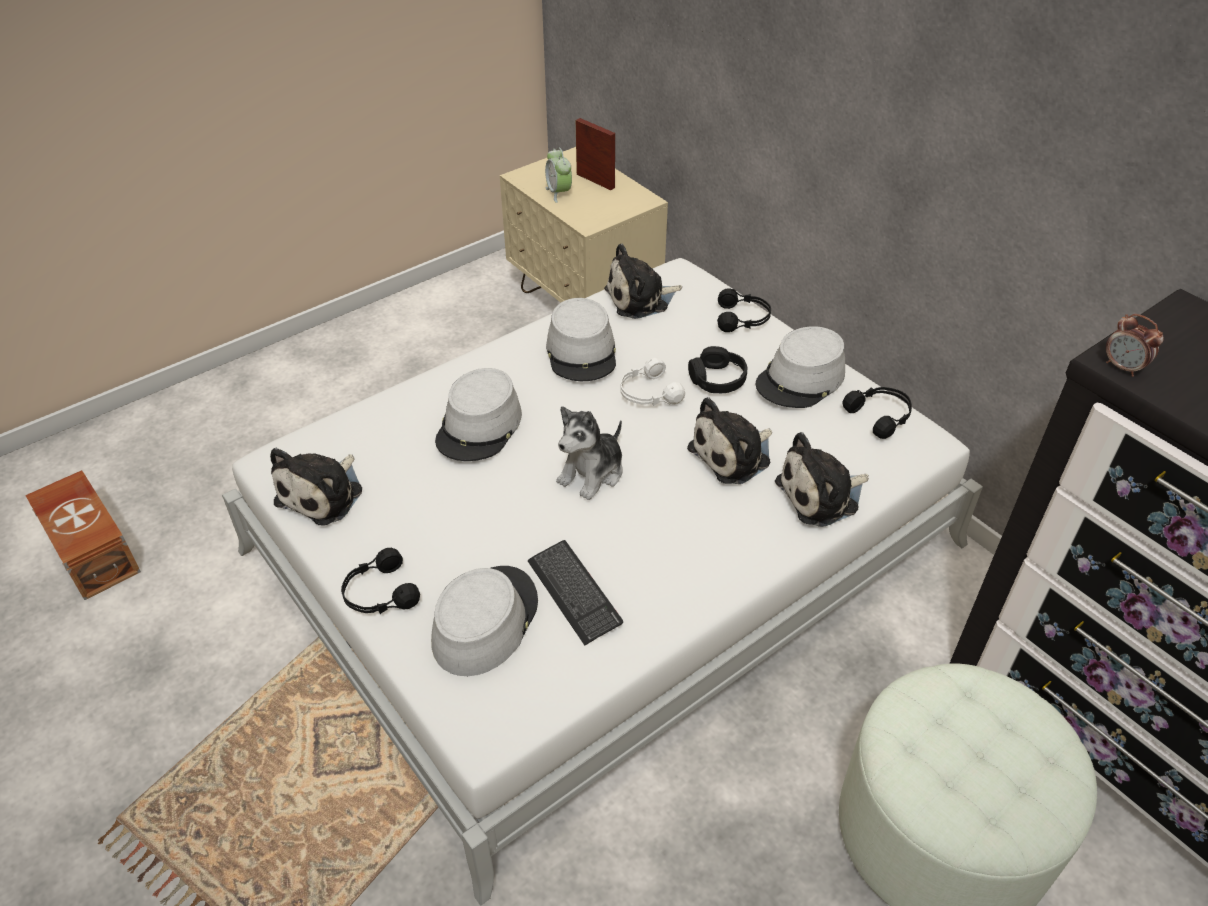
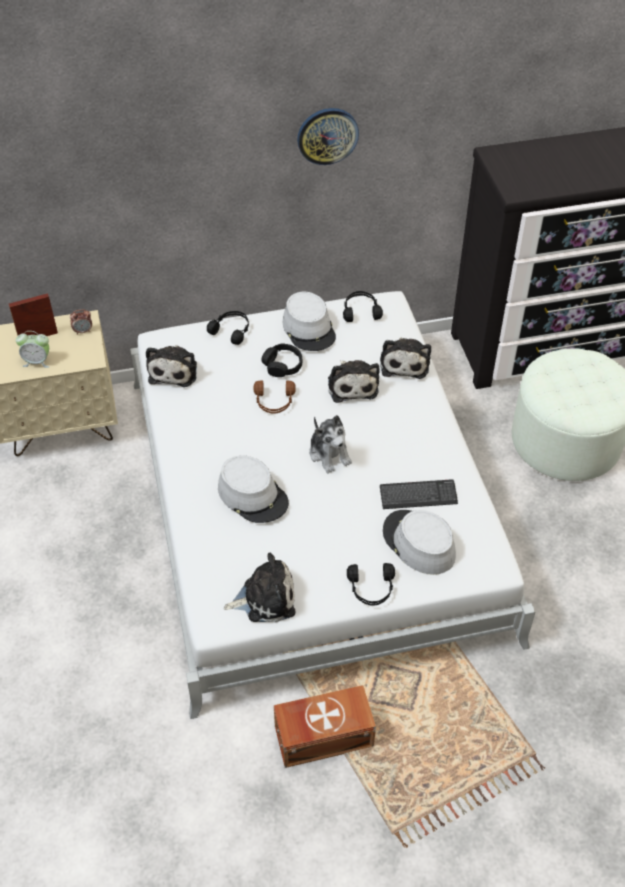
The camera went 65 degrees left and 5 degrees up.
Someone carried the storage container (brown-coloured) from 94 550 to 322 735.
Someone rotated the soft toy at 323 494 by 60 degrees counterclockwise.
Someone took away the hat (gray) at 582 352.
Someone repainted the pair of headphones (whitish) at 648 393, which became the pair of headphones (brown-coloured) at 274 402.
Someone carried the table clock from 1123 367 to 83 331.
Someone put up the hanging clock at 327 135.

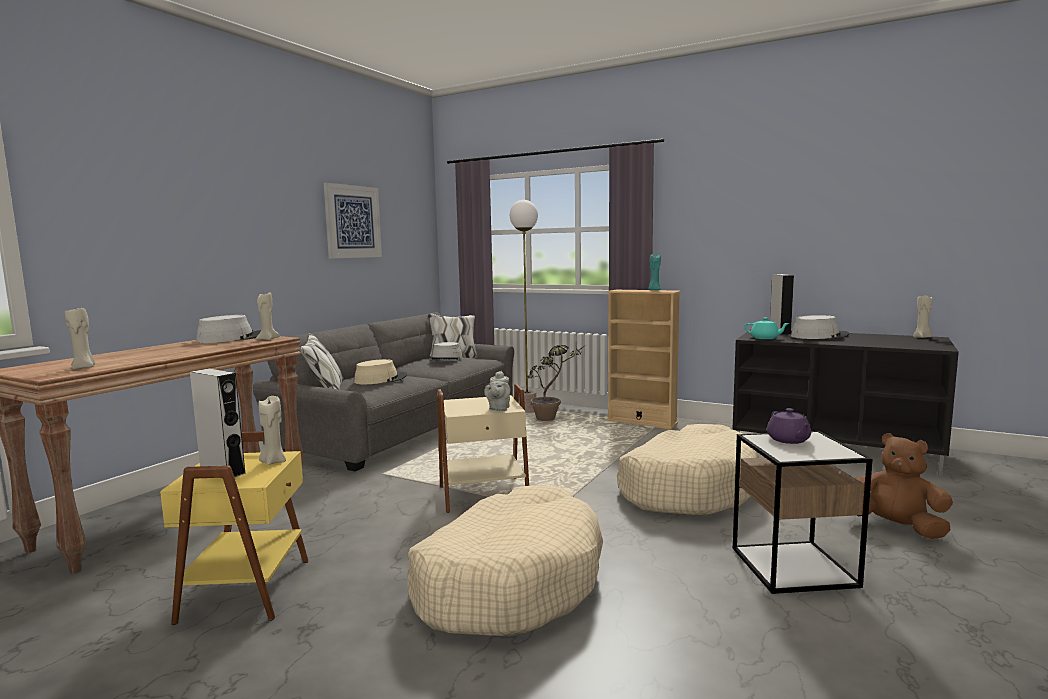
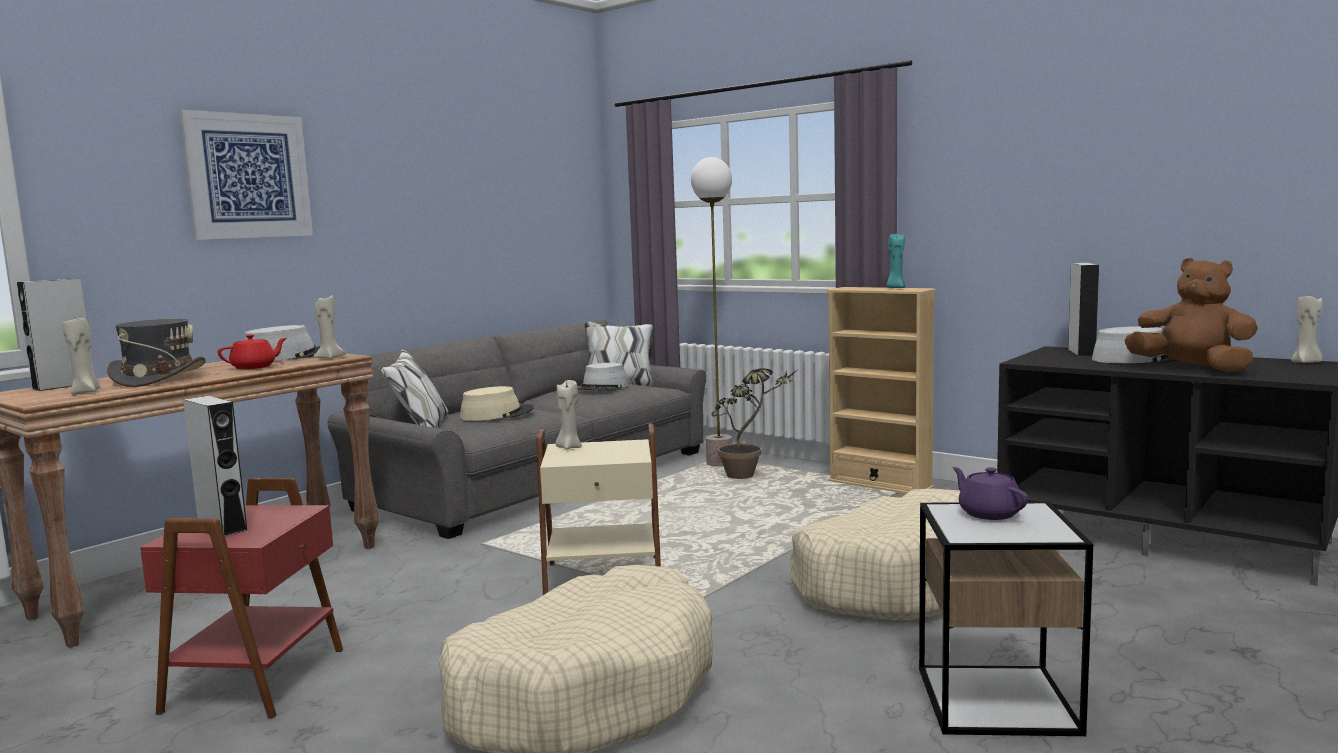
The camera went 10 degrees right and 0 degrees up.
Someone repainted the end table (yellow-coloured) at 249 589, which became the end table (red-coloured) at 259 679.
Someone carried the wax light (sand-coloured) from 273 462 to 569 447.
Someone carried the wall art from 353 221 to 248 176.
Someone took away the pot for tea (gray) at 498 409.
Someone took away the pot for tea (blue-green) at 765 338.
Someone rotated the pot for tea (purple-coloured) at 788 440 by 150 degrees clockwise.
Someone carried the soft toy (brown-coloured) from 895 527 to 1192 369.
Someone put down the loudspeaker (gray) at 64 386.
Someone put down the hat (gray) at 159 378.
Someone put down the pot for tea (red-coloured) at 254 367.

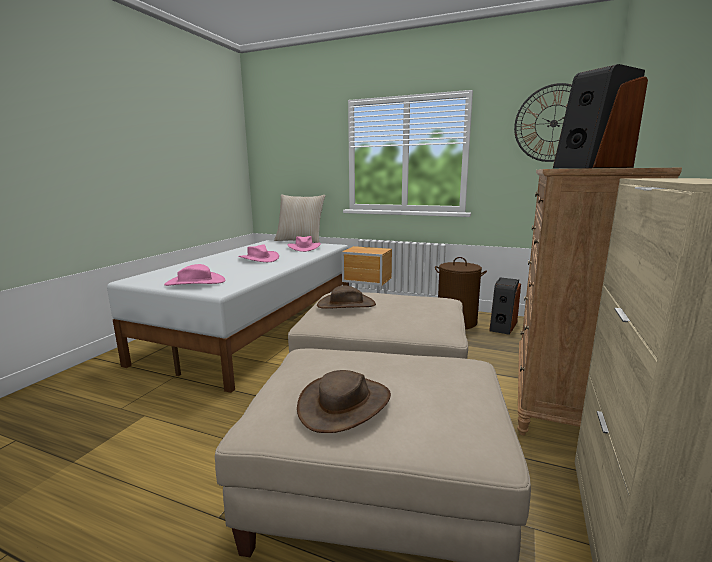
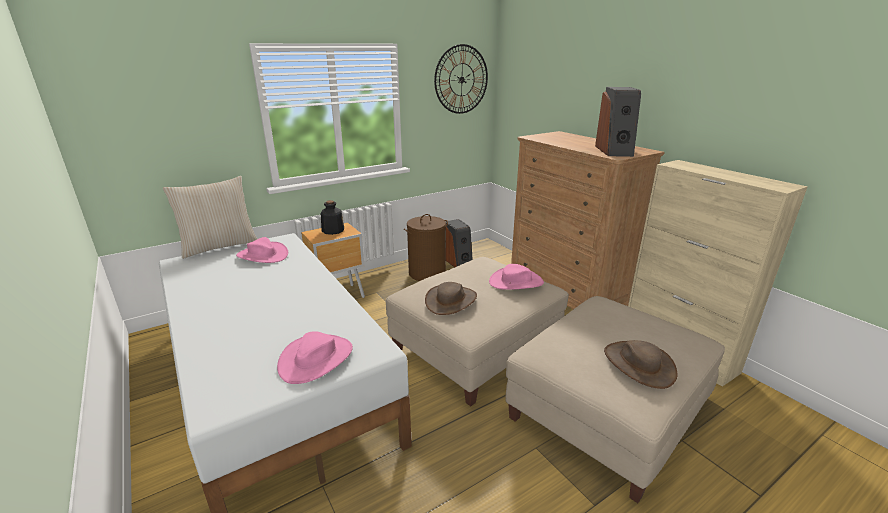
The camera went 55 degrees left and 10 degrees up.
Someone carried the hat (pink-coloured) from 258 258 to 516 282.
Someone put down the drink bottle at 332 230.

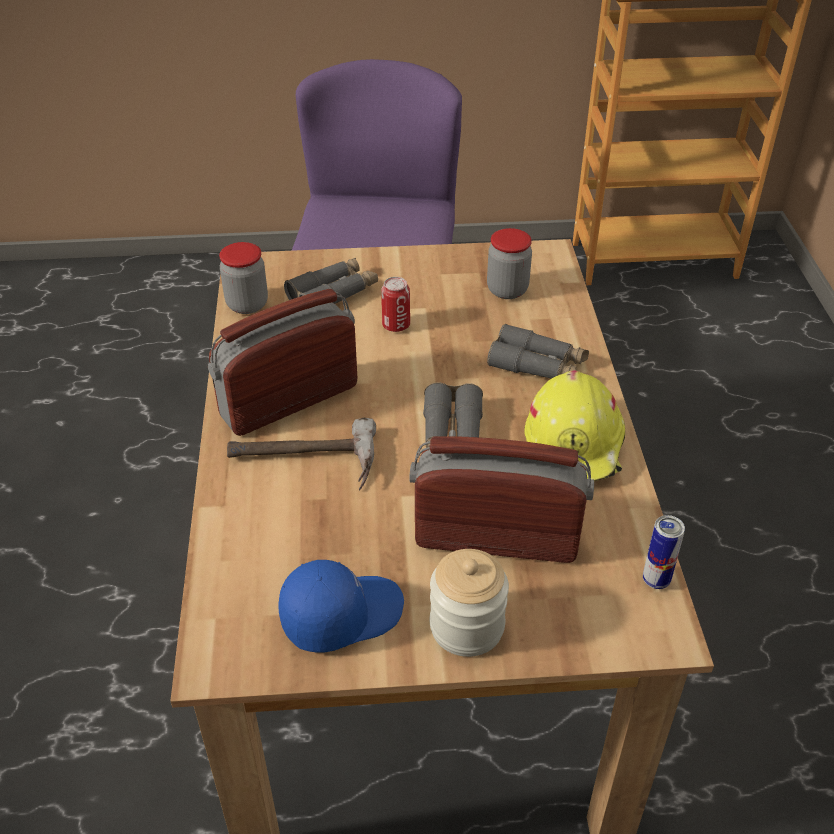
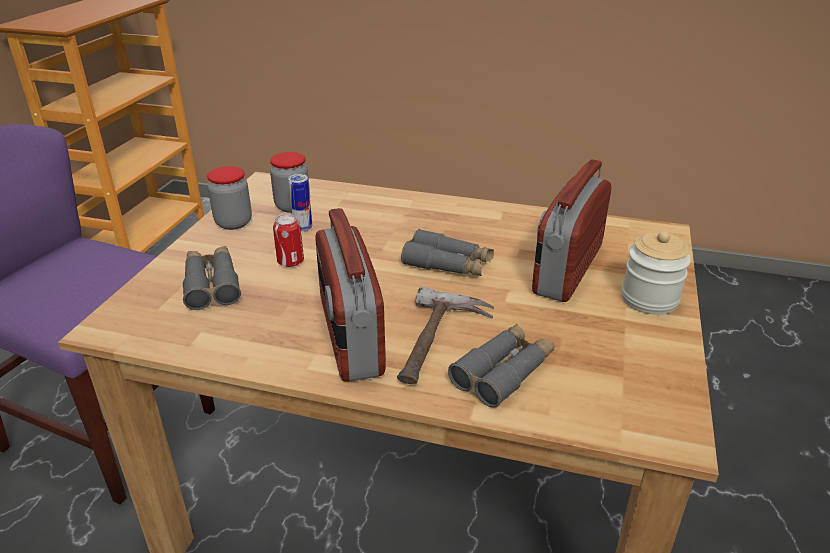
The camera went 70 degrees left and 10 degrees down.
Someone carried the storage jar from 247 304 to 233 223.
Someone took away the cap (blue-coloured) at 341 614.
Someone carried the pair of binoculars (gray) from 537 365 to 503 372.
Someone took away the hard hat (yellow-coloured) at 575 445.
Someone carried the can from 656 580 to 303 228.

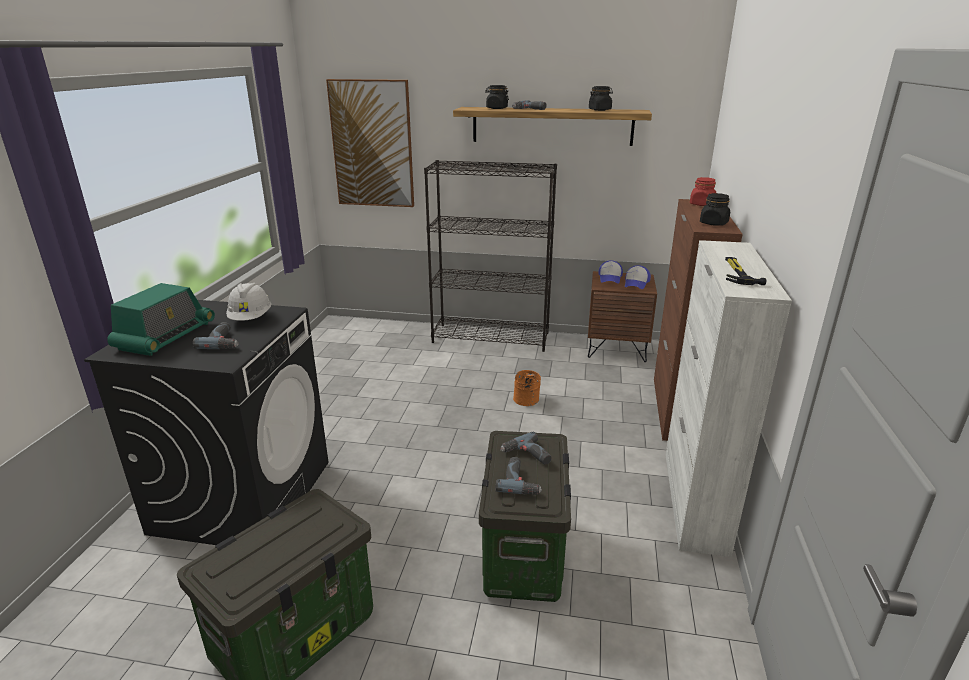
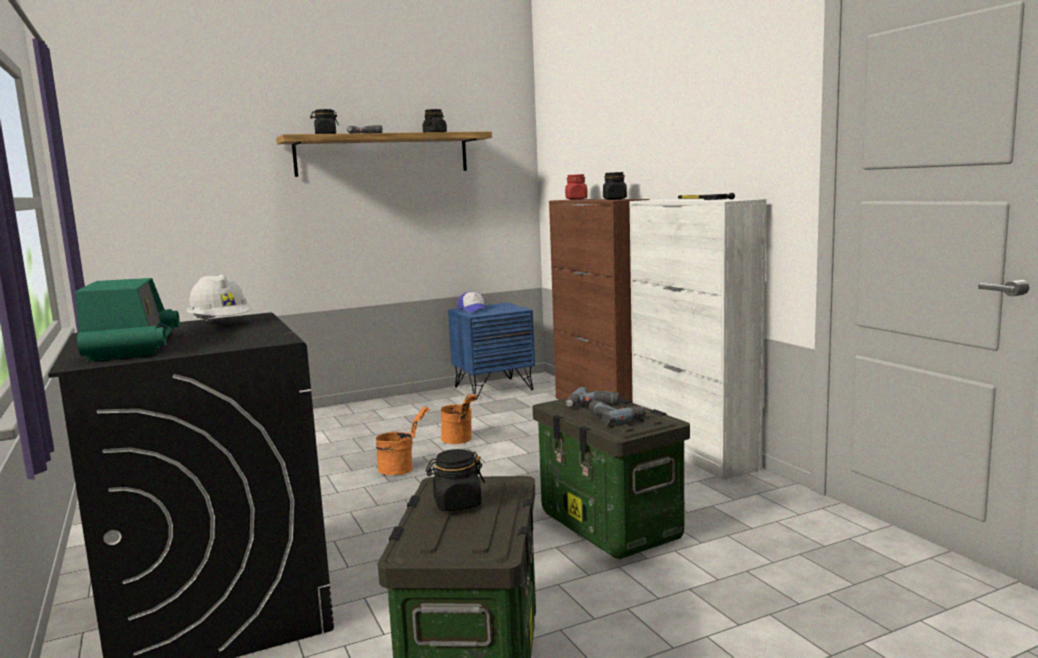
The camera went 35 degrees left and 15 degrees down.
Someone took away the power drill at 225 341.
Someone took away the wall art at 372 144.
Someone took away the bookcase (blackish) at 491 337.
Someone repainted the night table (brown-coloured) at 616 349, which became the night table (blue-coloured) at 493 388.
Someone took away the cap at 636 283.
Someone put down the bucket (orange-coloured) at 402 468.
Someone put down the storage jar (blackish) at 457 504.

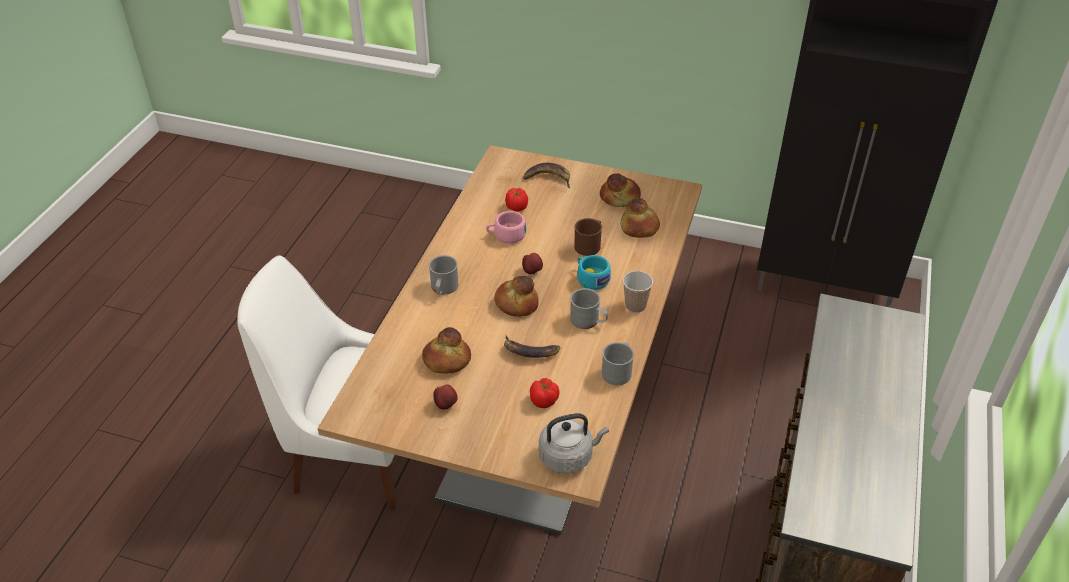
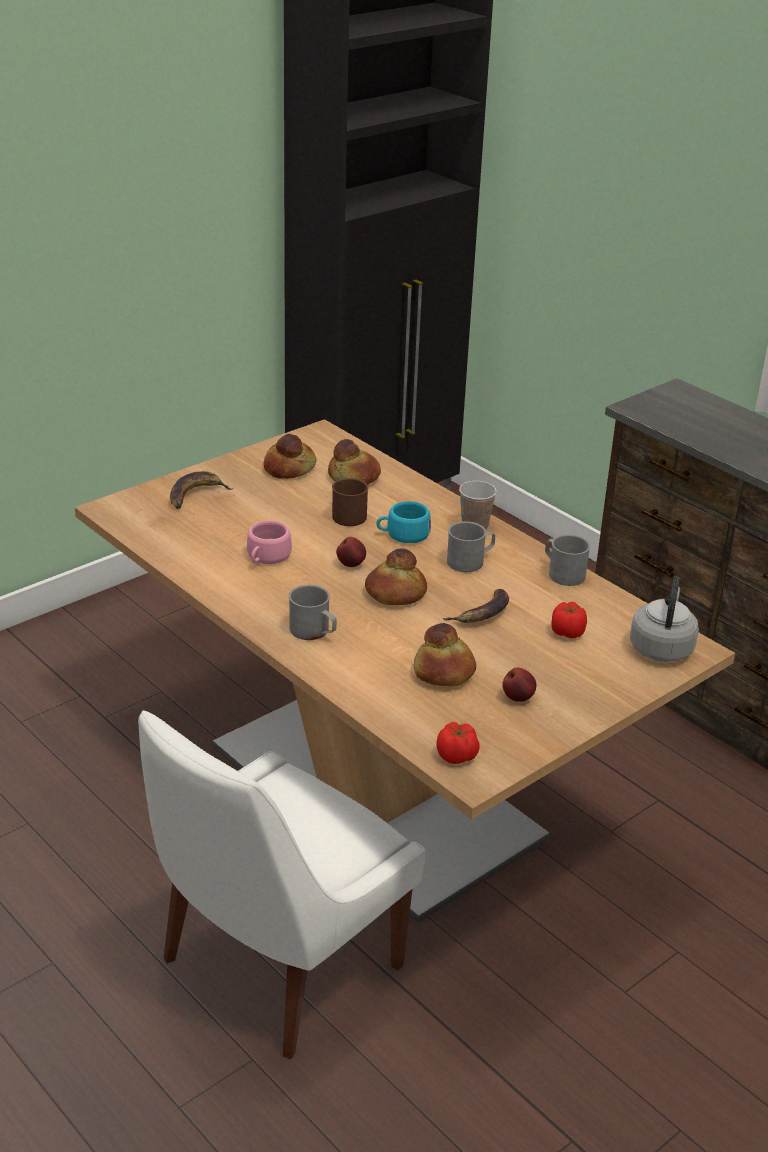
The camera went 60 degrees left and 10 degrees down.
Someone carried the fresh tomato from 516 208 to 457 756.

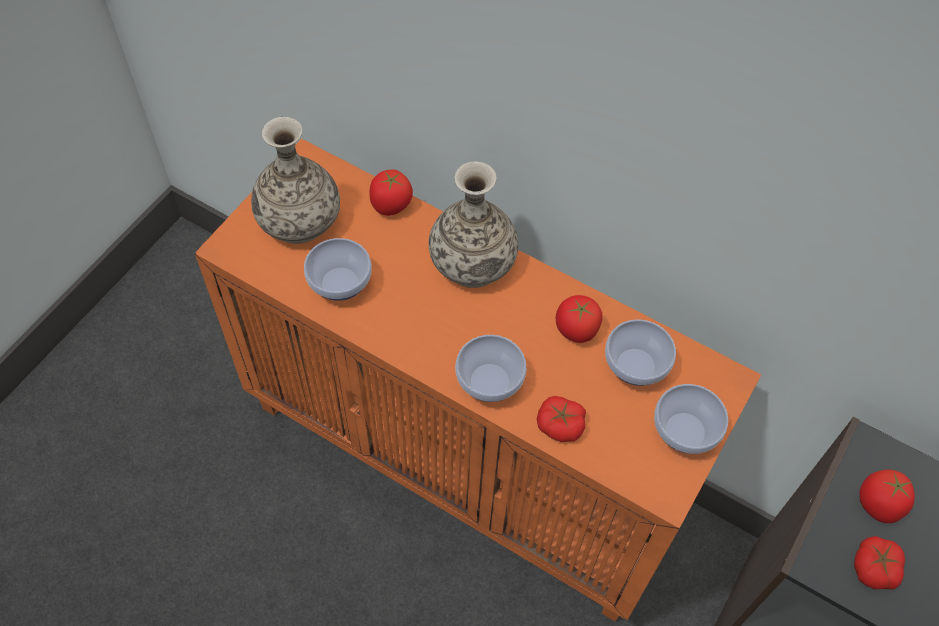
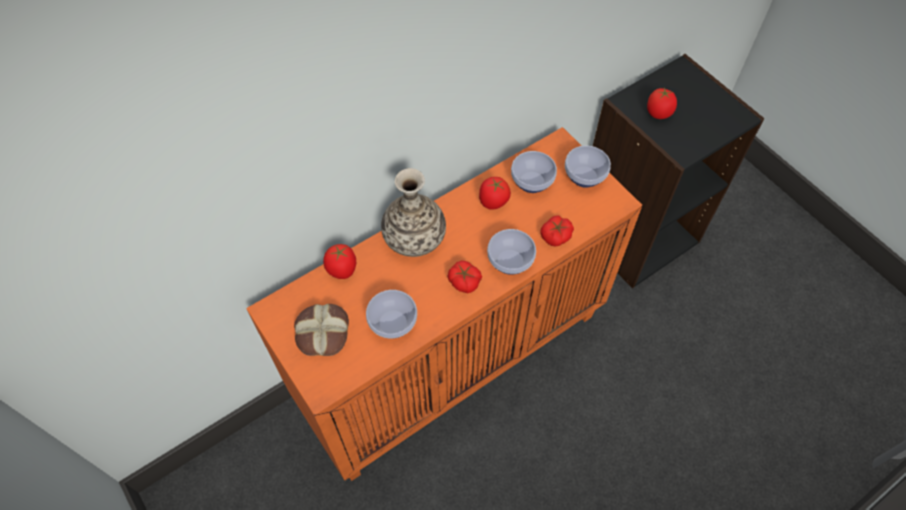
The camera went 65 degrees left and 0 degrees up.
Someone swapped the decorative vase at 298 219 for the bakery bread at 322 333.
Someone carried the fresh tomato from 873 568 to 464 281.

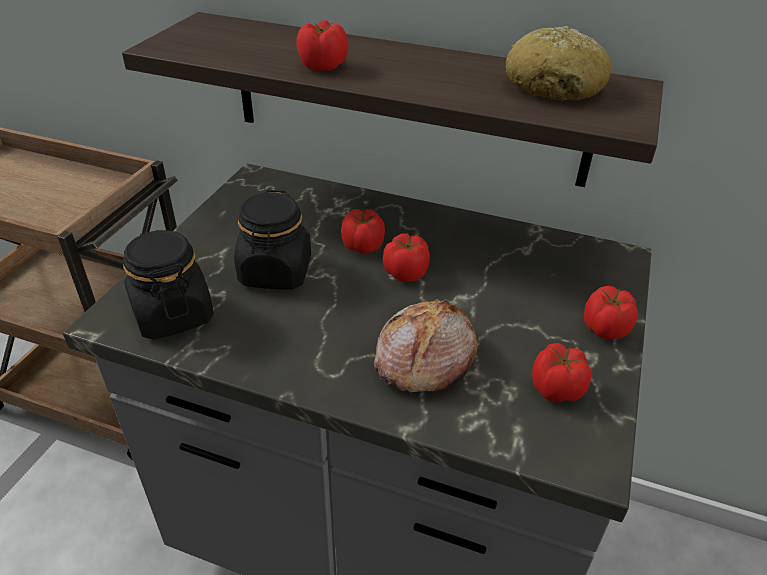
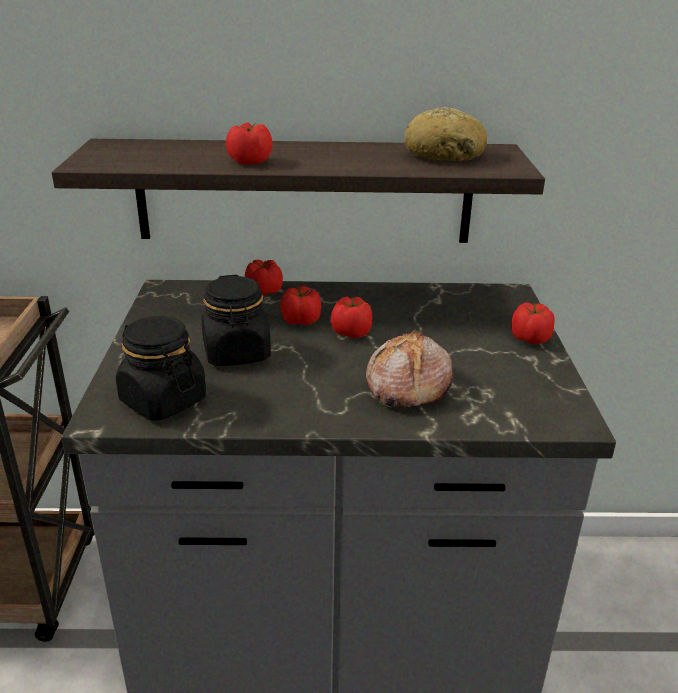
The camera went 20 degrees left and 10 degrees down.
Someone carried the fresh tomato from 556 388 to 263 291.

